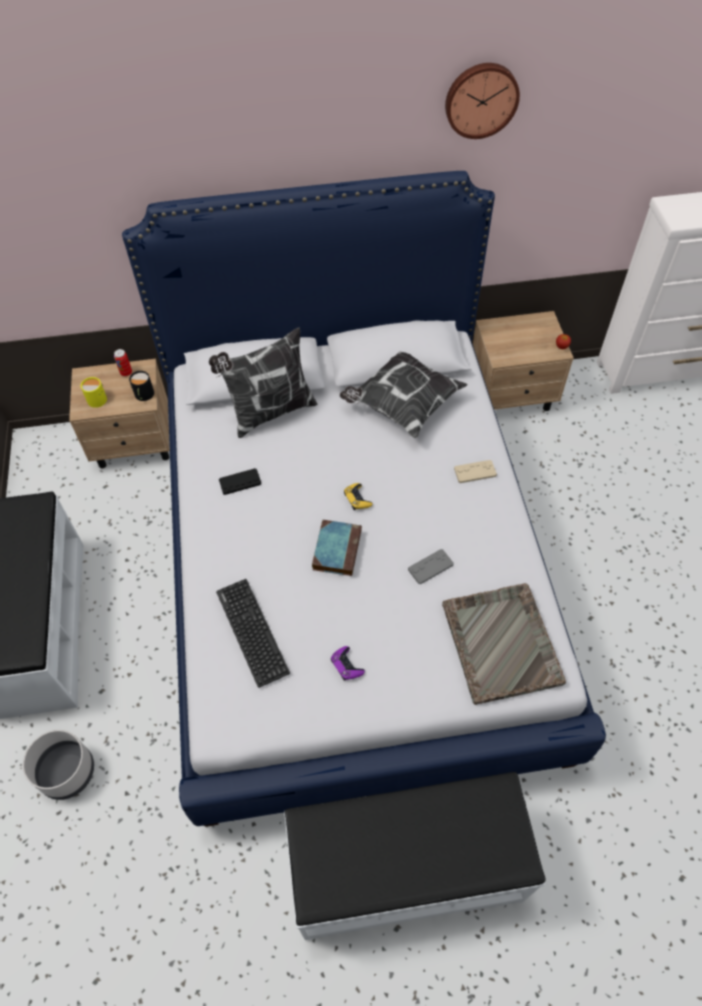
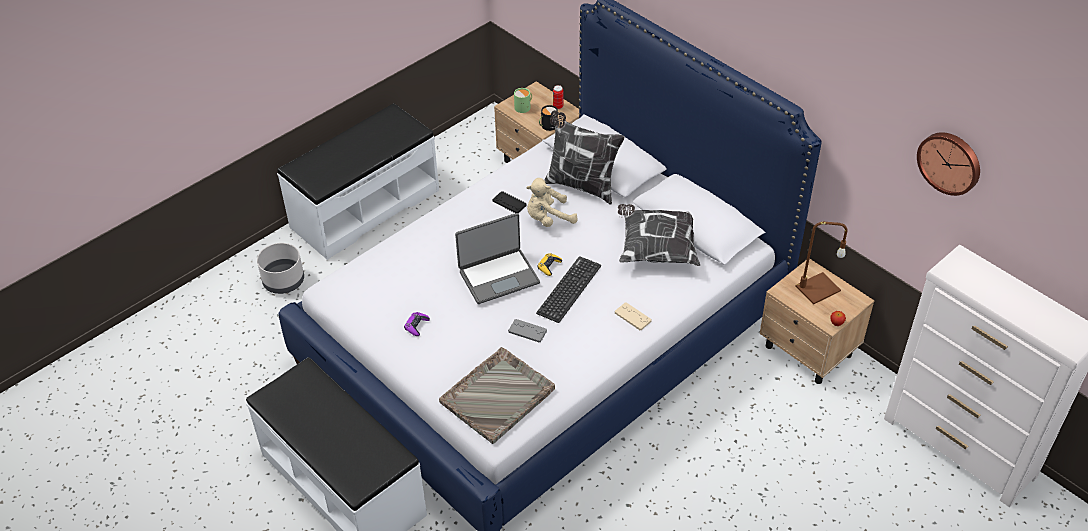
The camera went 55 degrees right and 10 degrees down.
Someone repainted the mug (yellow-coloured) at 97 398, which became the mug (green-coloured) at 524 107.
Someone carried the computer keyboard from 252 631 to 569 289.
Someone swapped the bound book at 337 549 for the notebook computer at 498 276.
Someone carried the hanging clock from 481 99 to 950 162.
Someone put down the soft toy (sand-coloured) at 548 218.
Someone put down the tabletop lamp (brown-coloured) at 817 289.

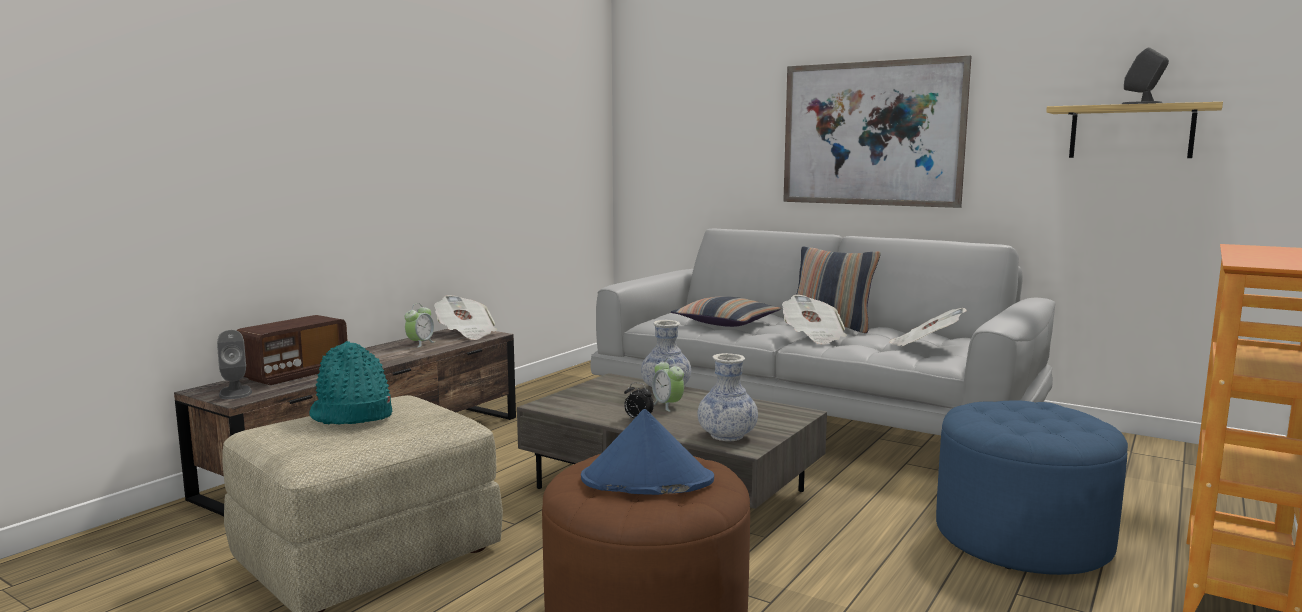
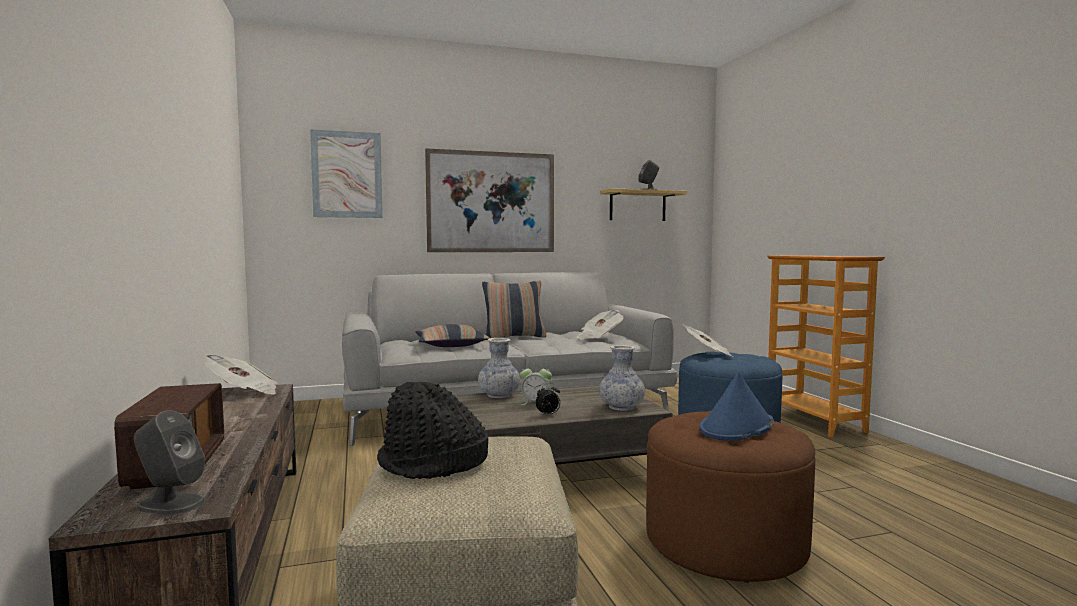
The camera went 50 degrees left and 5 degrees down.
Someone repainted the hat (blue-green) at 352 415, which became the hat (blackish) at 432 465.
Someone took away the table clock at 420 344.
Someone carried the printed paper from 813 337 to 707 354.
Someone put up the wall art at 347 174.

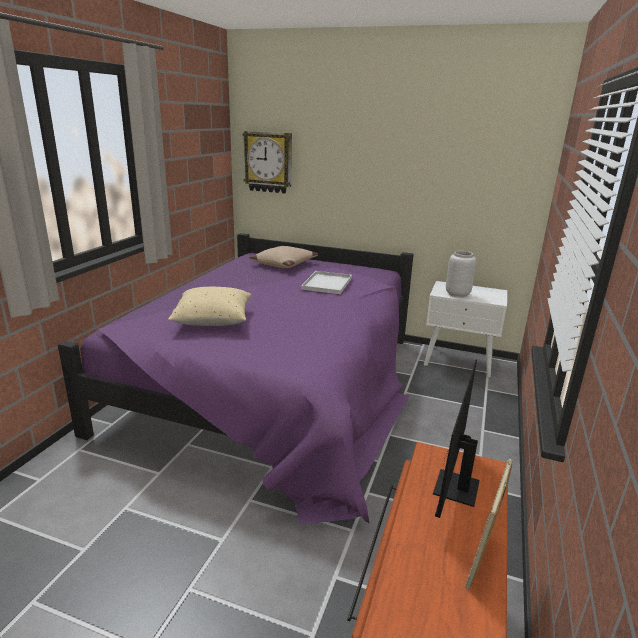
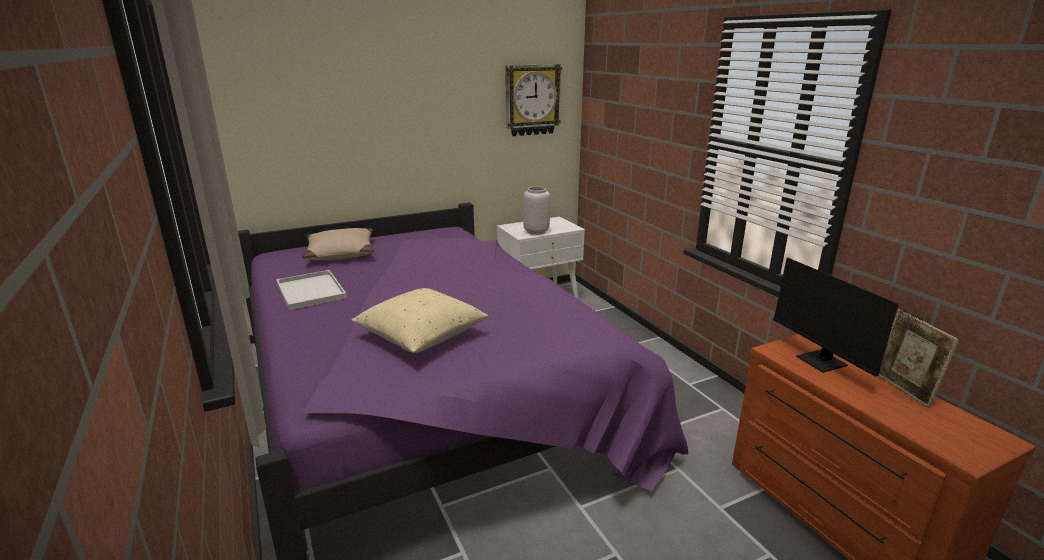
The camera went 45 degrees left and 0 degrees up.
Someone carried the hanging clock from 268 162 to 532 100.
Someone carried the tray (whitish) from 327 283 to 309 290.

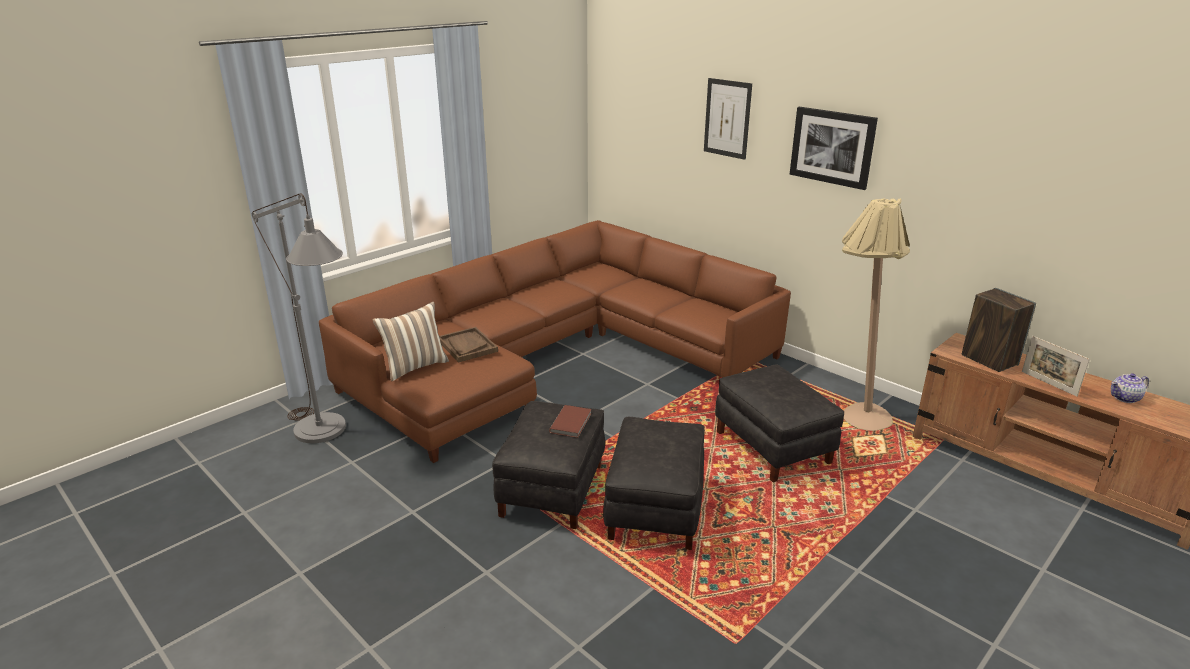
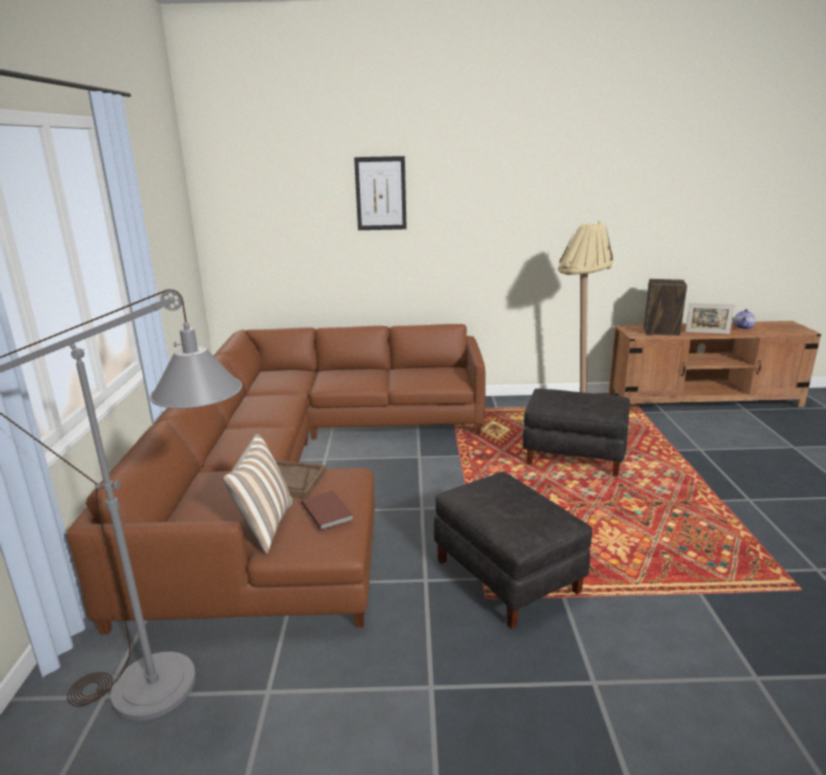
The camera went 45 degrees left and 5 degrees down.
Someone carried the bound book (brown-coloured) from 572 422 to 328 511.
Someone took away the footrest (blackish) at 654 508.
Someone took away the wall art at 832 147.

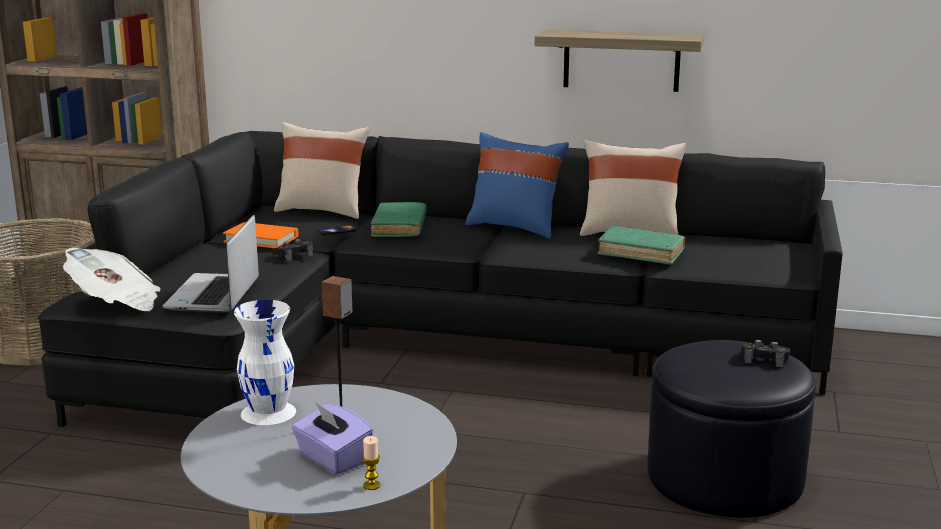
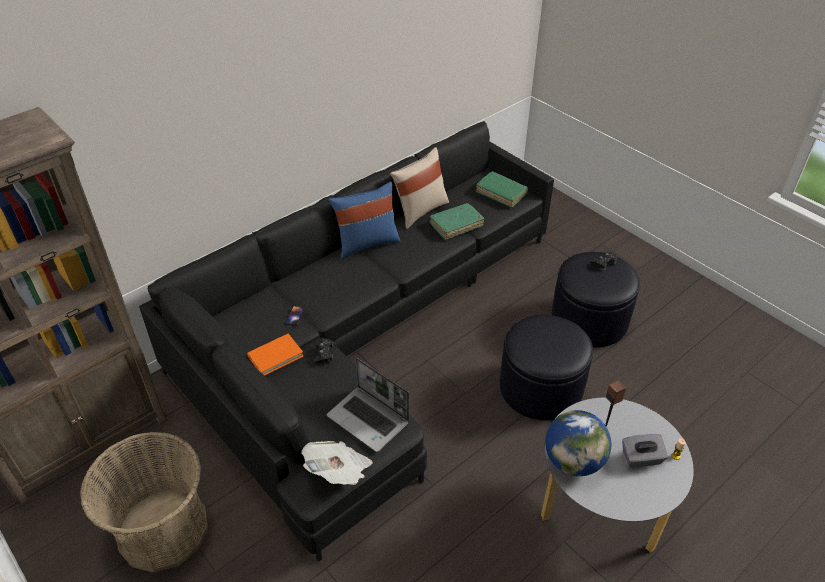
The camera went 55 degrees left and 25 degrees up.
Someone swapped the decorative vase (whitish) at 269 412 for the desk globe at 573 461.
Someone took away the cushion (sand-coloured) at 322 211.
Someone repainted the box of tissues (purple-coloured) at 332 459, which became the box of tissues (gray) at 641 458.
Someone carried the bound book (green-coloured) from 399 228 to 501 193.
Someone took away the wall shelf at 621 60.
Someone put down the footrest (blackish) at 541 387.

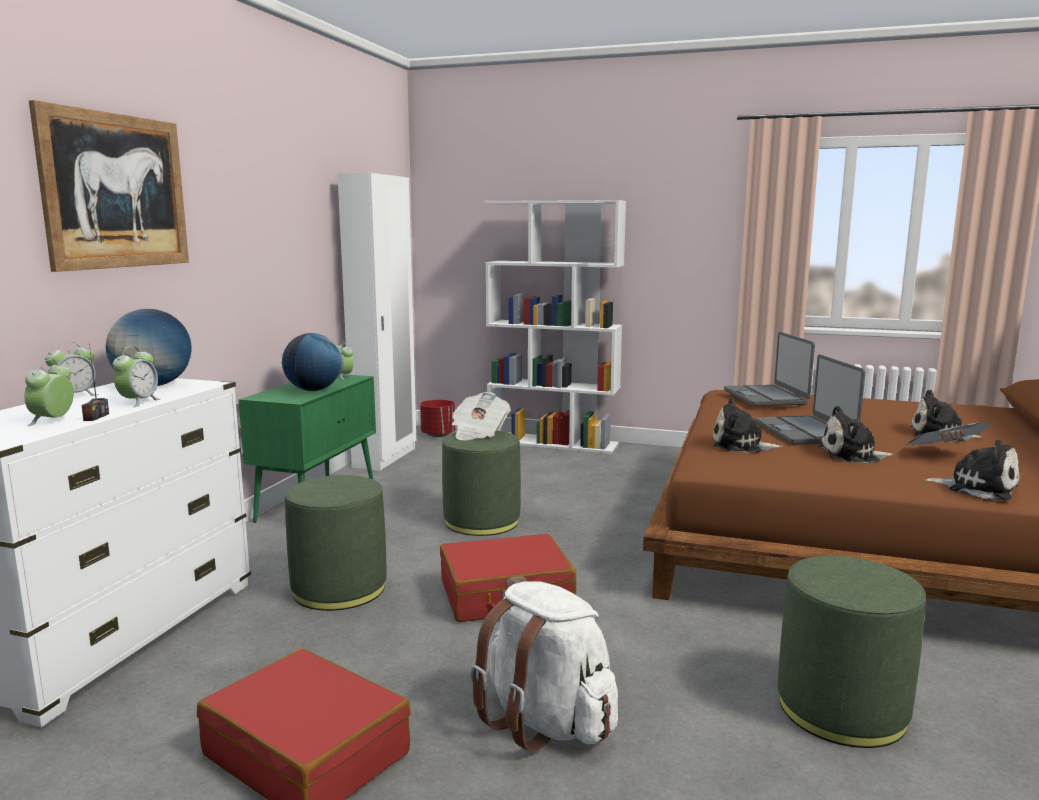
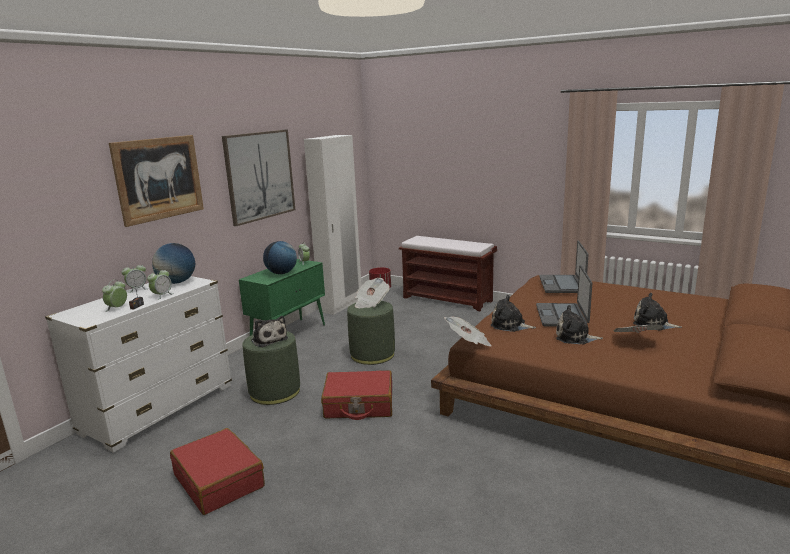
The camera went 15 degrees right and 5 degrees up.
Someone took away the knapsack (whitish) at 546 722.
Someone swapped the bookcase (whitish) at 553 443 for the bench (brown-coloured) at 448 299.
Someone took away the footrest (green-coloured) at 842 709.
Someone carried the soft toy from 977 488 to 268 339.
Someone put up the wall art at 260 176.
Someone put down the printed paper at 468 343.

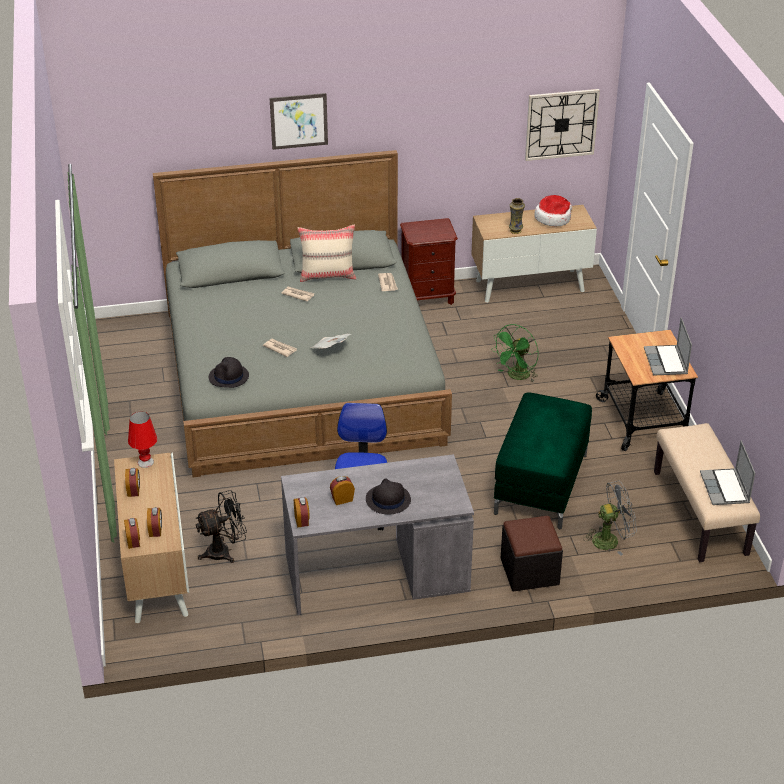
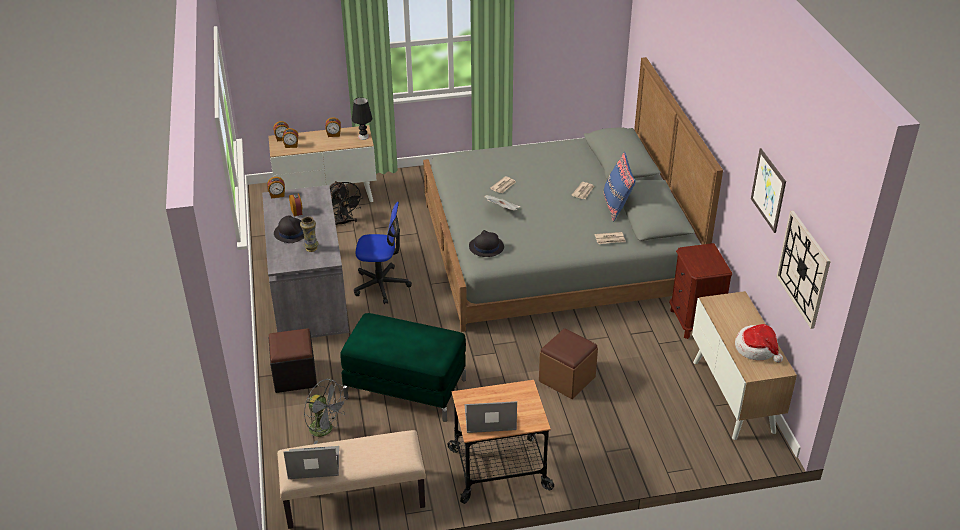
The camera went 90 degrees right and 0 degrees up.
Someone repainted the tabletop lamp (red-coloured) at 145 462, which became the tabletop lamp (blackish) at 363 136.
Someone carried the hat (blackish) from 229 377 to 486 247.
Someone carried the wall art from 299 121 to 768 190.
Someone repainted the cushion (sand-coloured) at 328 275, which became the cushion (blue-coloured) at 617 206.
Someone swapped the electric fan (green-coloured) at 516 376 for the footrest (brown-coloured) at 567 379.
Someone carried the decorative vase from 515 231 to 311 248.
Someone rotated the electric fan (gray) at 610 539 by 45 degrees counterclockwise.

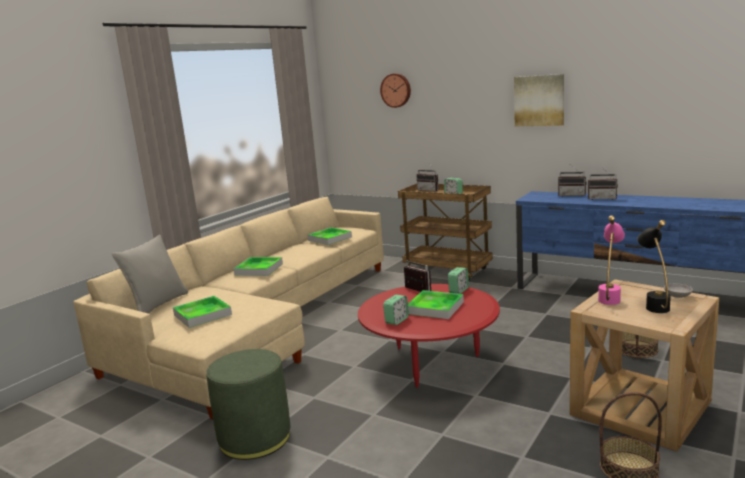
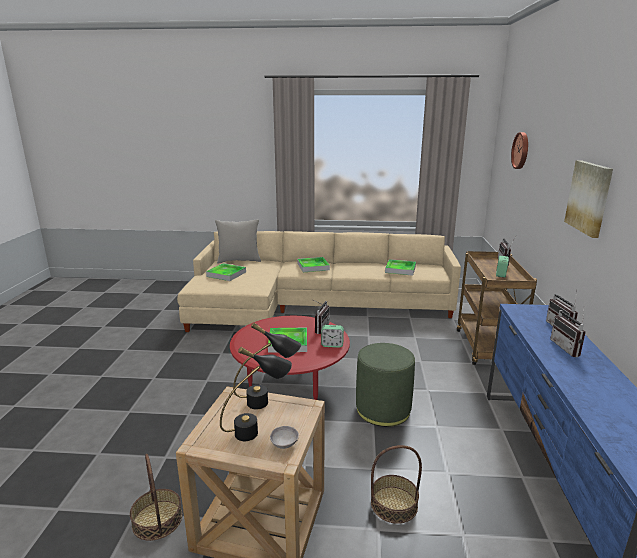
The camera went 60 degrees right and 5 degrees up.
Someone carried the footrest (green-coloured) from 254 438 to 383 409.
Someone took away the table clock at 396 320.
Someone repainted the tabletop lamp (pink-coloured) at 610 297, which became the tabletop lamp (blackish) at 268 402.

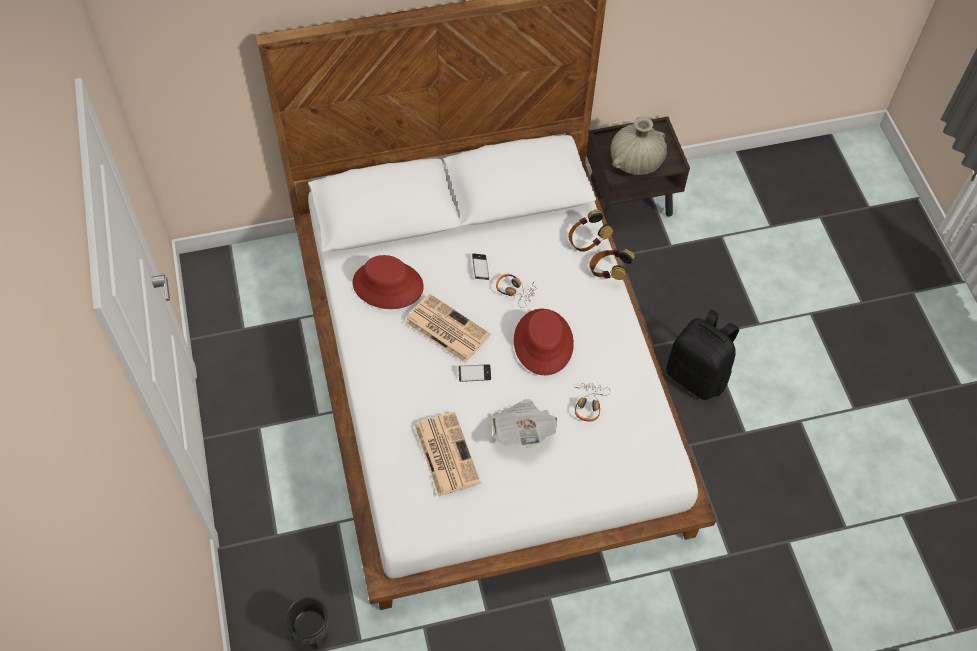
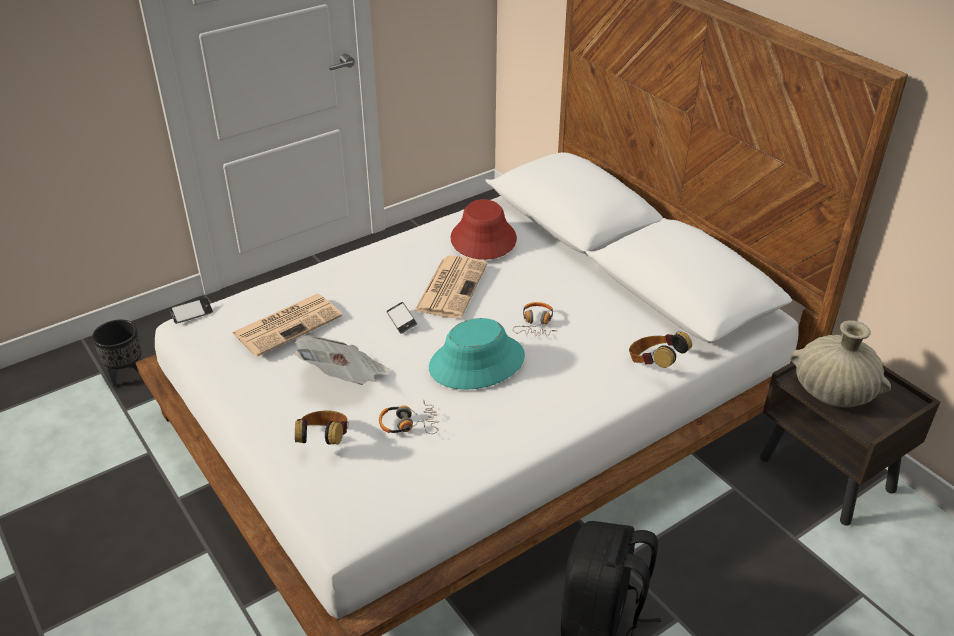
The camera went 70 degrees right and 20 degrees down.
Someone carried the handset from 480 268 to 192 313.
Someone repainted the hat (red-coloured) at 543 342, which became the hat (blue-green) at 477 363.
Someone carried the pair of headphones from 608 272 to 324 441.

